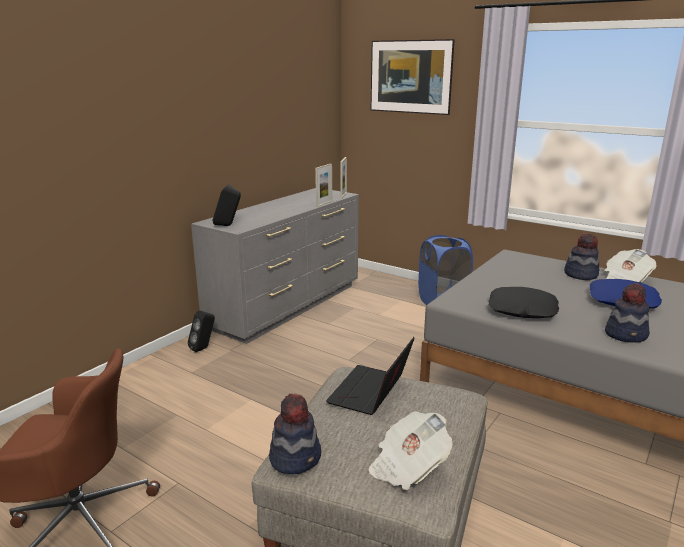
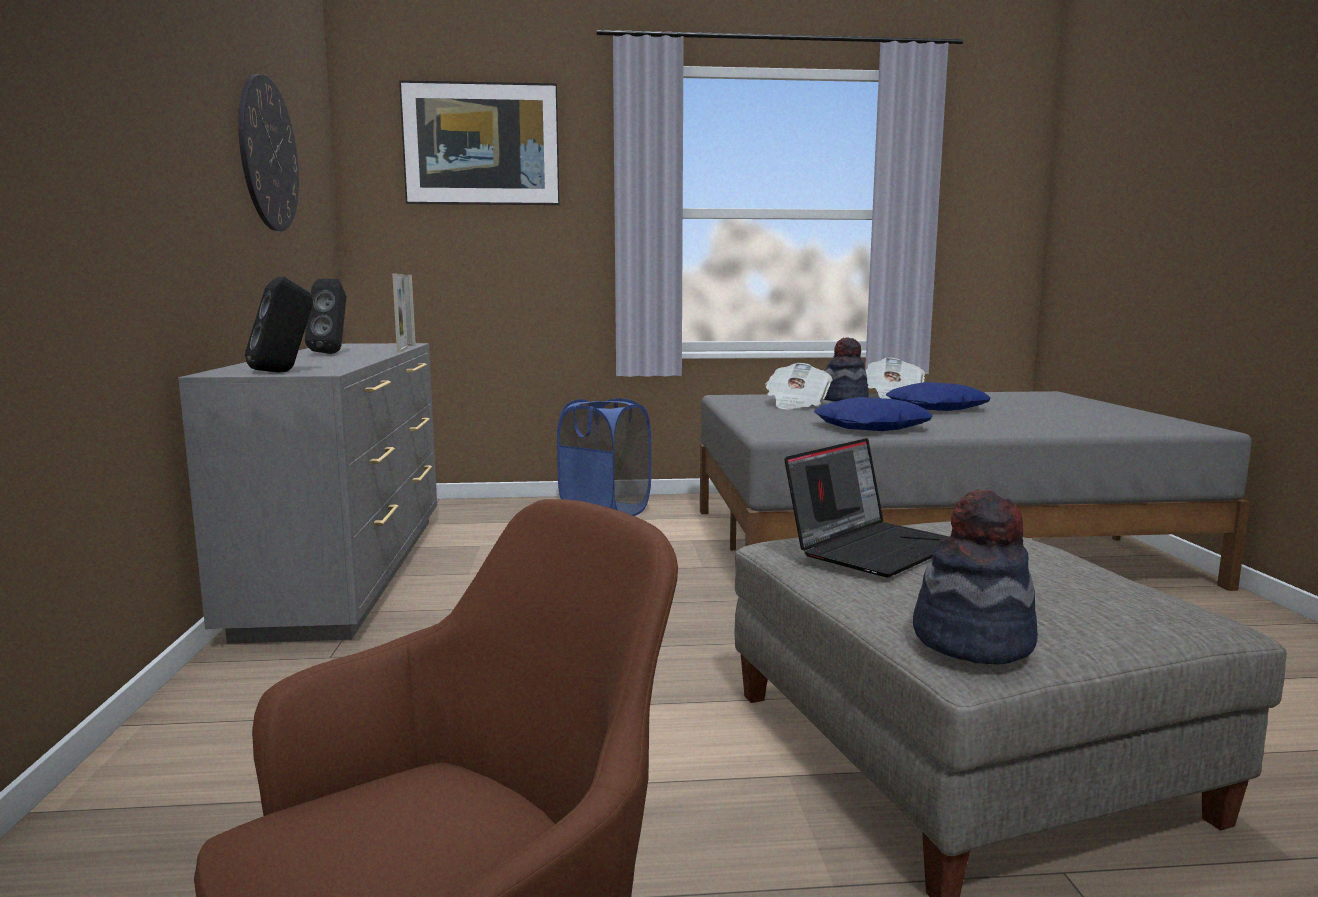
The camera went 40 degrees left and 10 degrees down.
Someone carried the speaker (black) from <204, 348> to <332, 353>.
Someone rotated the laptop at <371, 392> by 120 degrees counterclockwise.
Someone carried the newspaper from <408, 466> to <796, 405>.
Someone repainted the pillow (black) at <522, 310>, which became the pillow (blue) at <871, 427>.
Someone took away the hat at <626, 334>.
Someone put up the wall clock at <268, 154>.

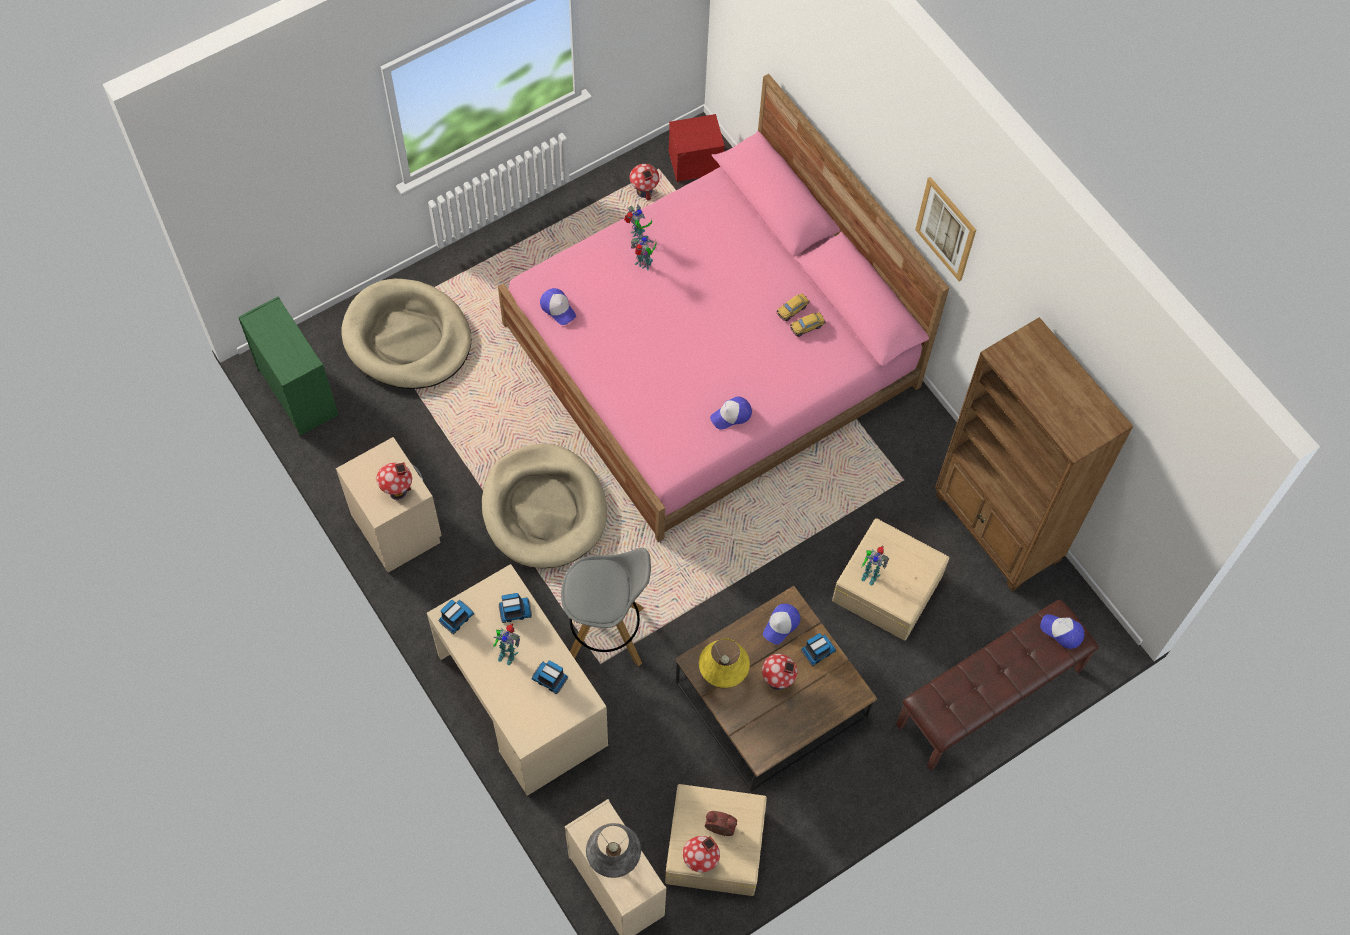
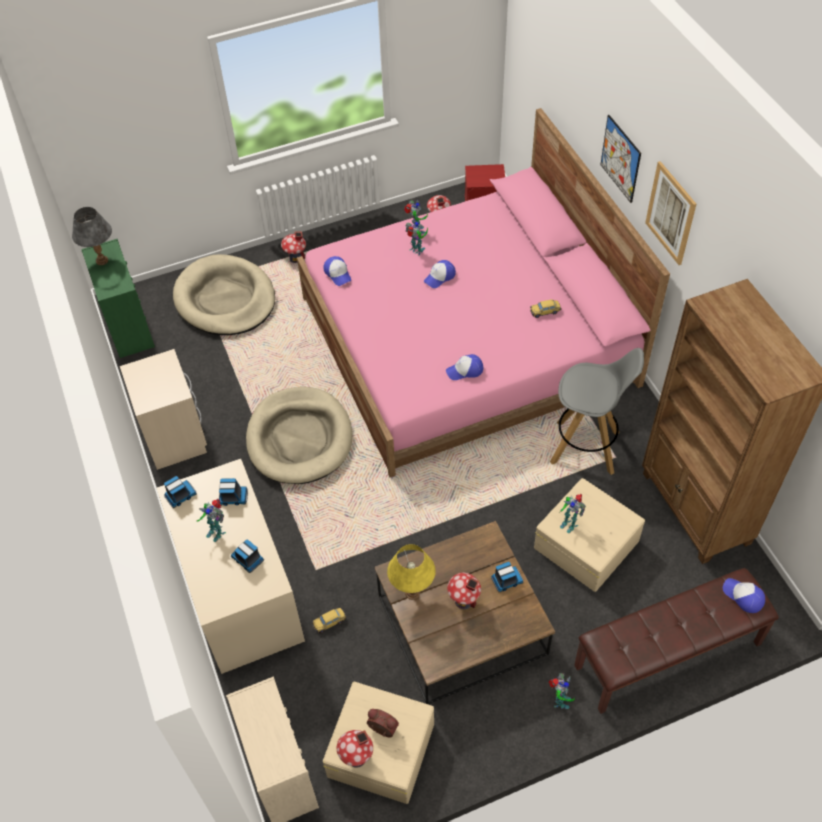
The camera went 15 degrees right and 10 degrees down.
Someone carried the toy house from <397, 491> to <295, 258>.
Someone carried the stool (grey) from <607, 634> to <586, 448>.
Someone carried the table lamp (grey) from <614, 864> to <102, 260>.
Someone carried the cap from <781, 625> to <440, 277>.
Someone carried the toy car from <792, 310> to <329, 622>.
Someone put down the toy robot at <560, 701>.
Someone put up the picture at <620, 158>.

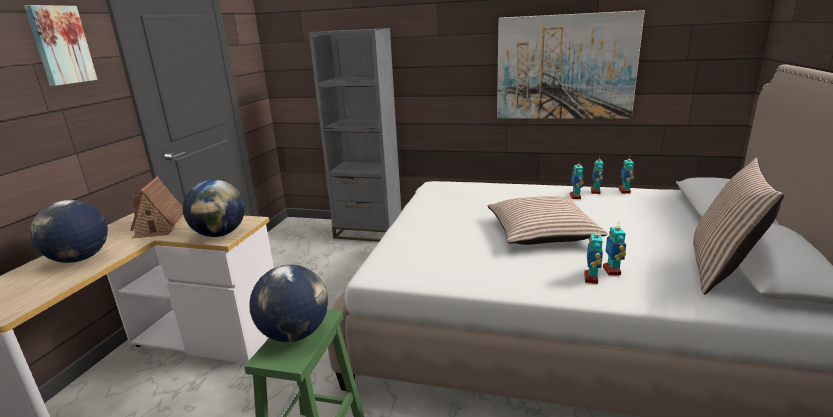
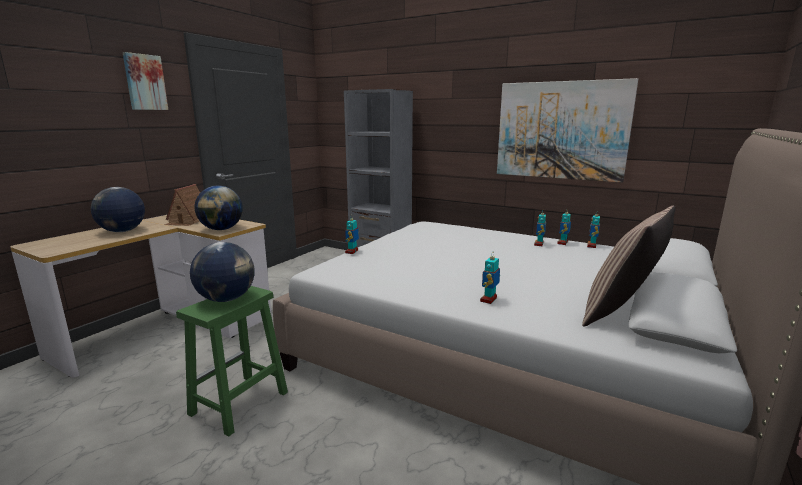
The camera went 15 degrees right and 5 degrees down.
Someone took away the pillow at <541, 232>.
Someone carried the toy robot from <612, 271> to <352, 252>.

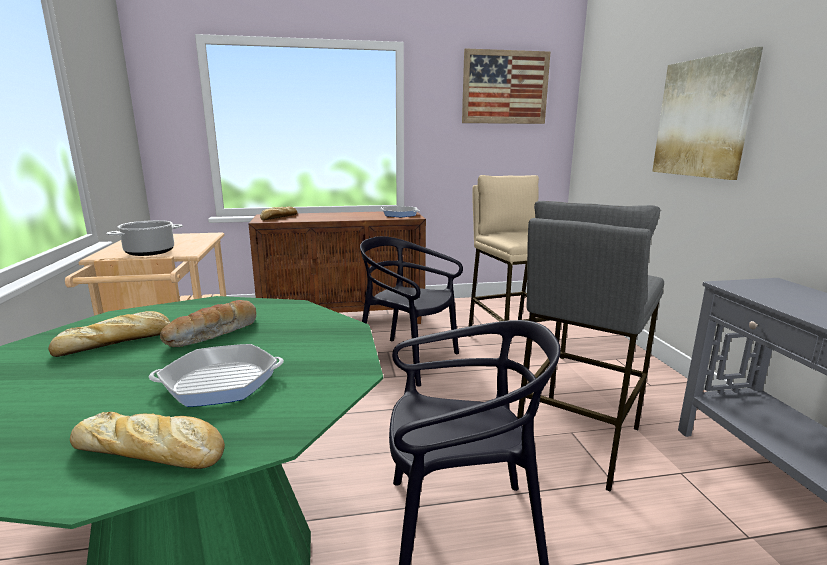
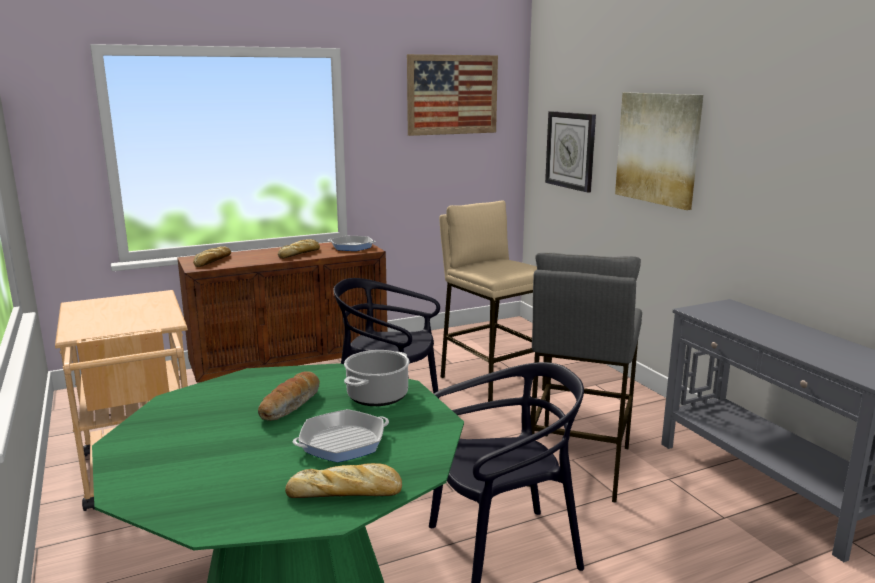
The camera went 15 degrees left and 0 degrees up.
Someone carried the bread from <117, 342> to <300, 253>.
Someone carried the cooking pot from <149, 252> to <377, 396>.
Someone put up the wall clock at <570, 150>.

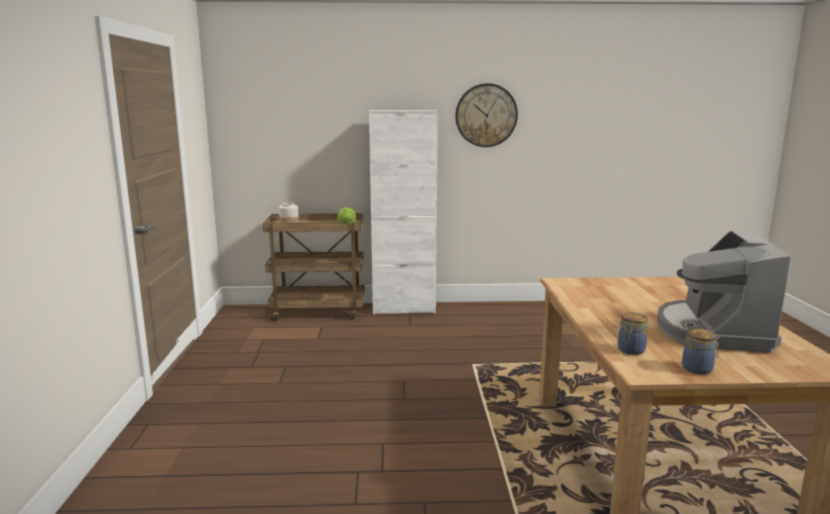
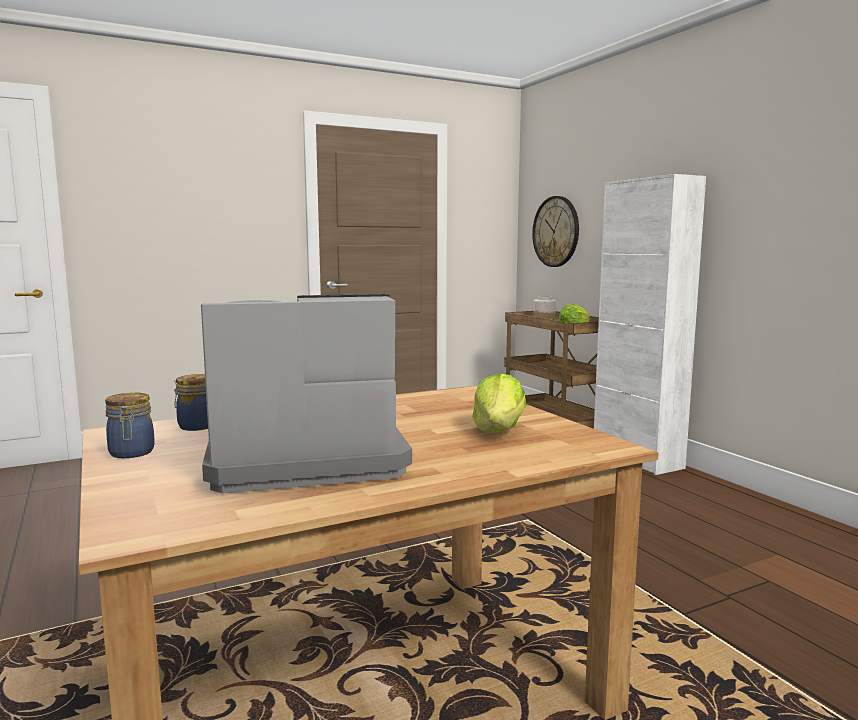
The camera went 65 degrees right and 5 degrees down.
Someone carried the wall clock from <486, 115> to <556, 231>.
Someone put down the lettuce at <498, 431>.

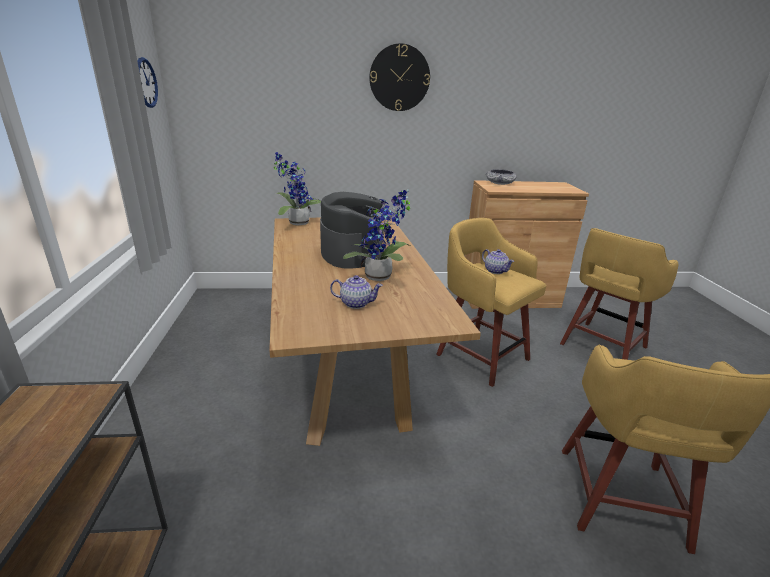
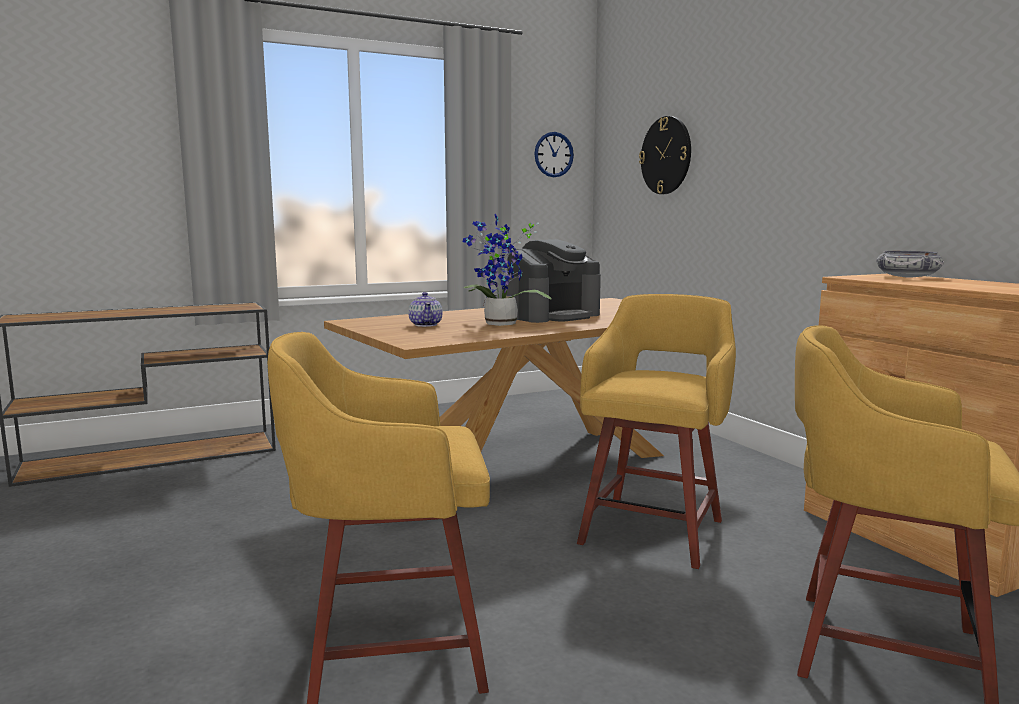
The camera went 70 degrees right and 15 degrees down.
Someone took away the potted plant at <296, 222>.
Someone carried the wall clock from <399, 78> to <666, 155>.
Someone took away the teapot at <495, 271>.

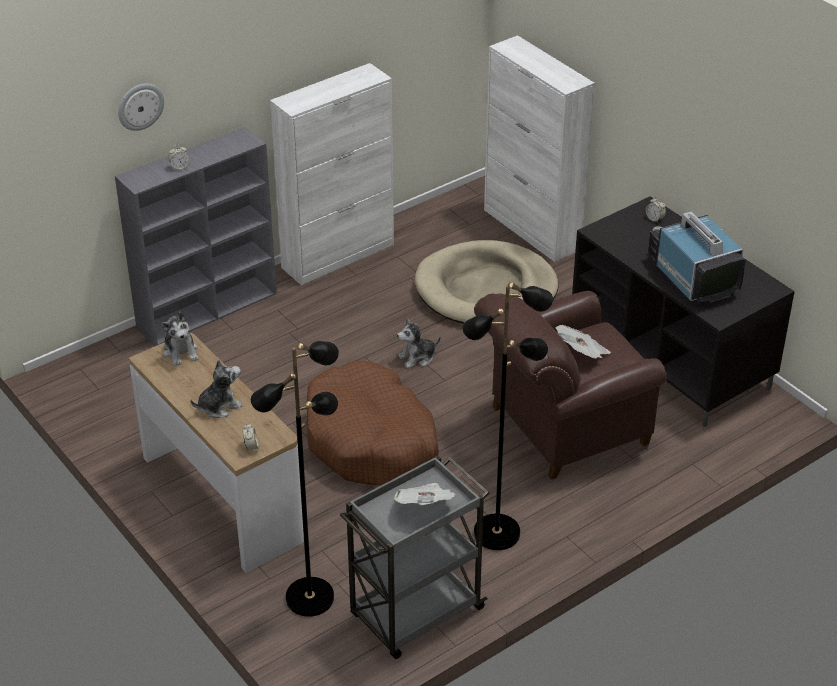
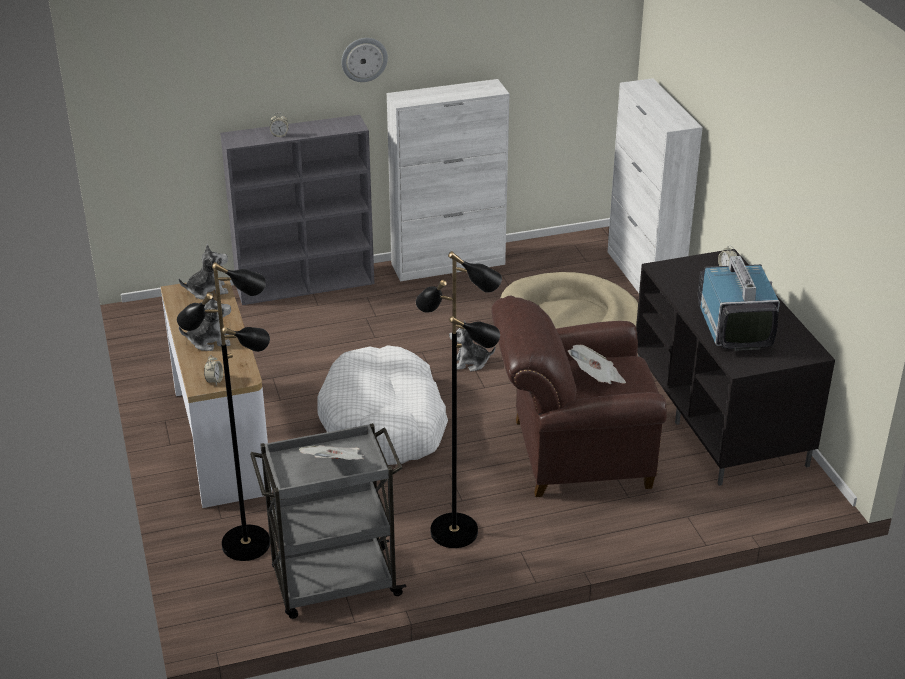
The camera went 20 degrees right and 5 degrees down.
Someone carried the wall clock from <140, 106> to <364, 59>.
Someone rotated the plush toy at <181, 352> by 105 degrees counterclockwise.
Someone repainted the dog bed (brown) at <370, 440>, which became the dog bed (white) at <384, 423>.

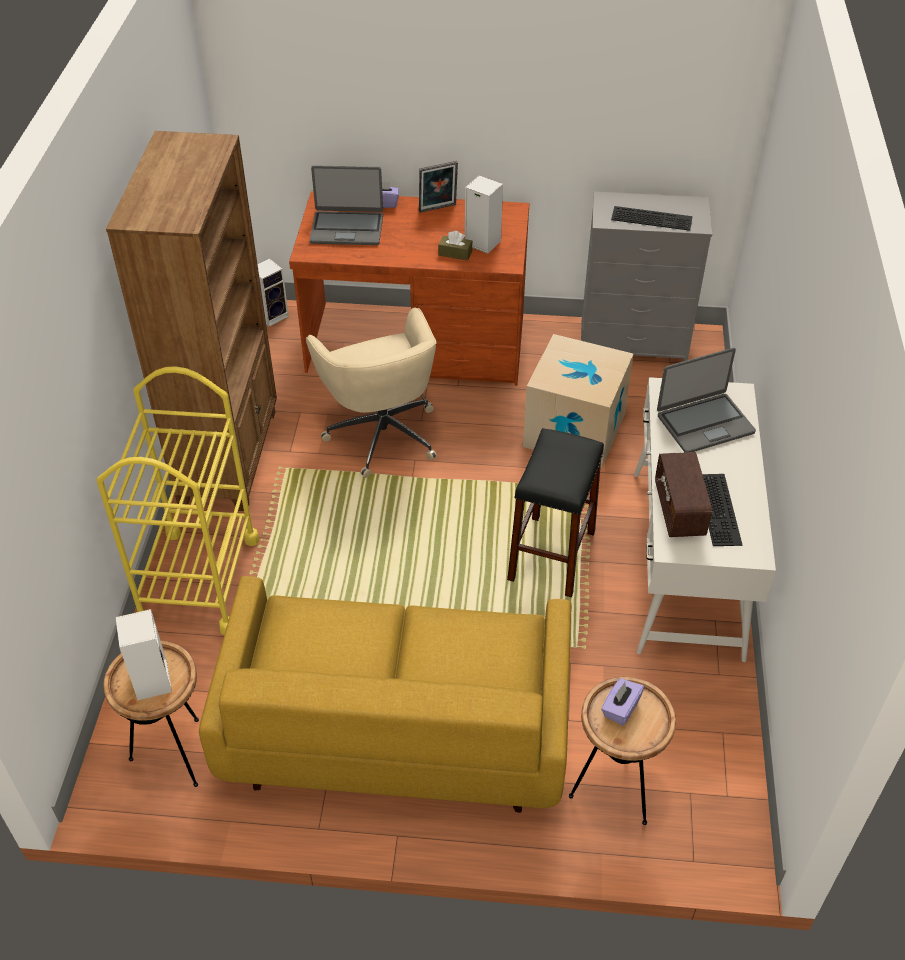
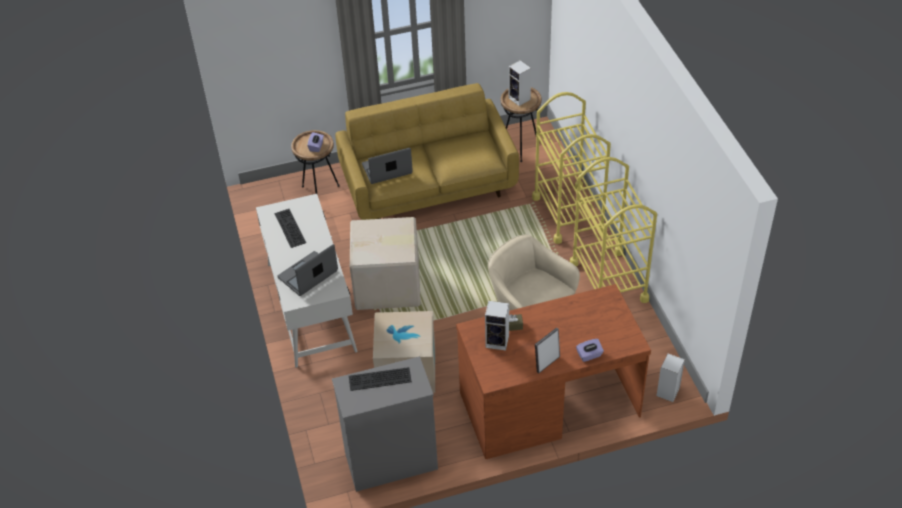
The camera went 160 degrees right and 0 degrees up.
Someone swapped the bookcase (brown) at <230, 456> for the cart (yellow) at <608, 281>.
Someone carried the laptop from <347, 228> to <387, 169>.
Someone swapped the stool (black) at <552, 555> for the cardboard box at <388, 285>.
Someone took away the radio at <679, 510>.

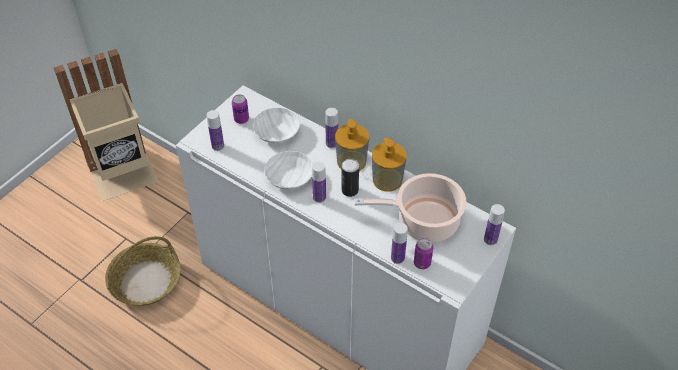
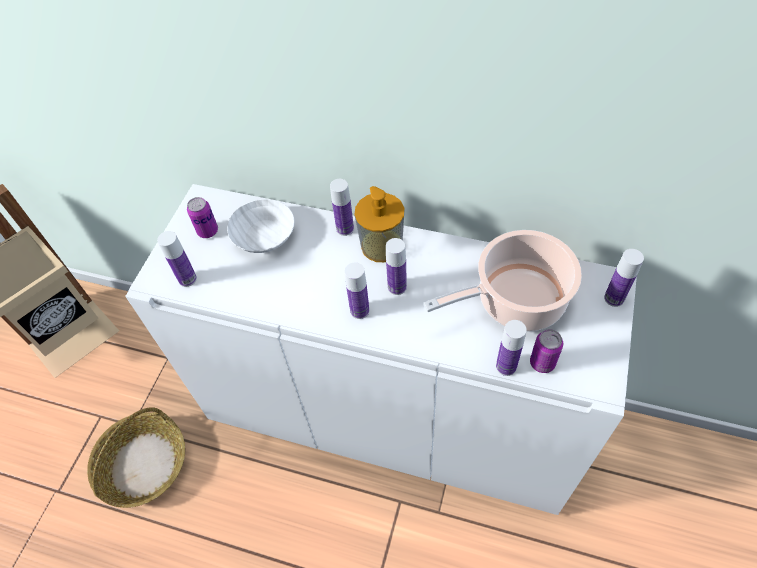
The camera went 15 degrees left and 5 degrees up.
Someone took away the bowl (white) at <290, 176>.
Someone swapped the can at <350, 190> for the bottle at <397, 287>.
Someone took away the soap dispenser at <387, 180>.

